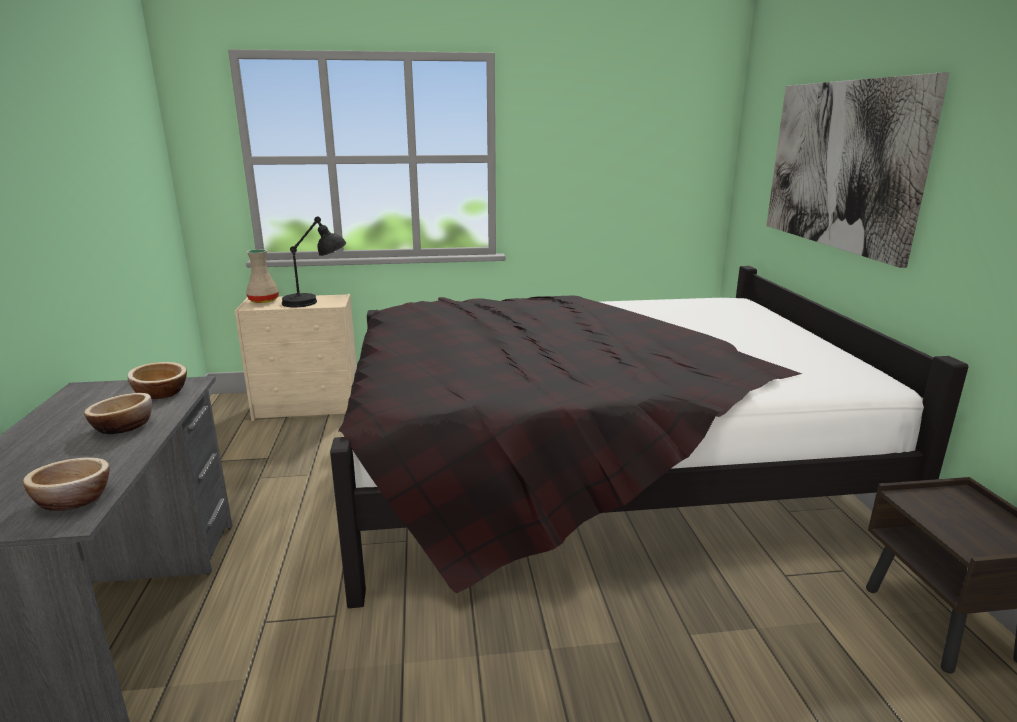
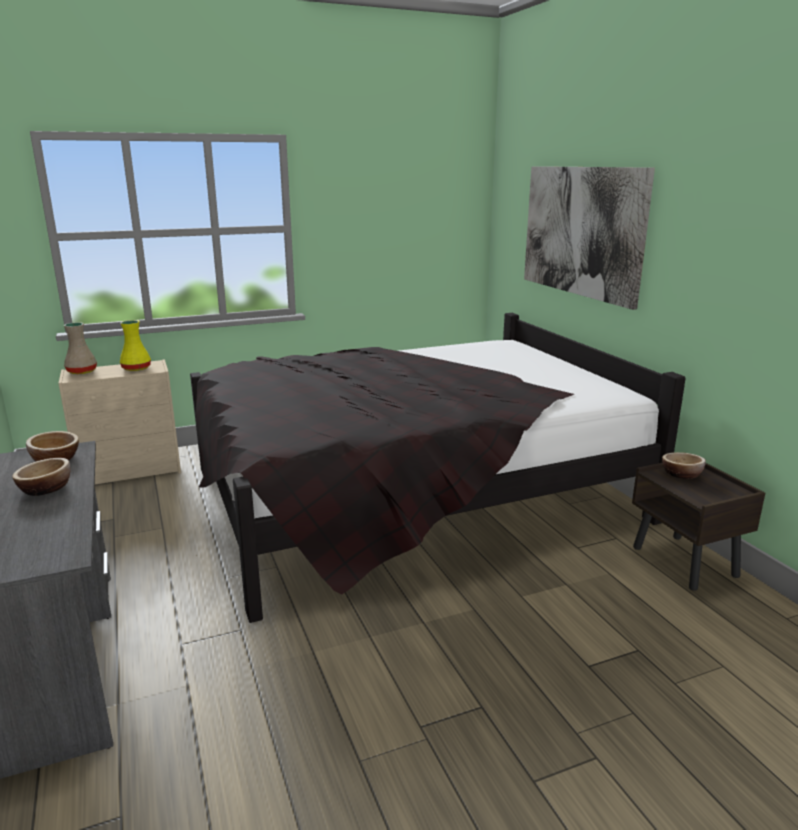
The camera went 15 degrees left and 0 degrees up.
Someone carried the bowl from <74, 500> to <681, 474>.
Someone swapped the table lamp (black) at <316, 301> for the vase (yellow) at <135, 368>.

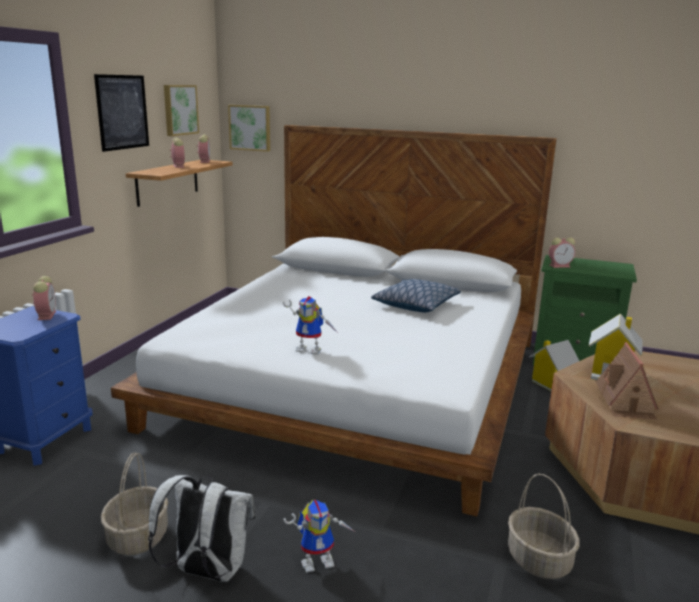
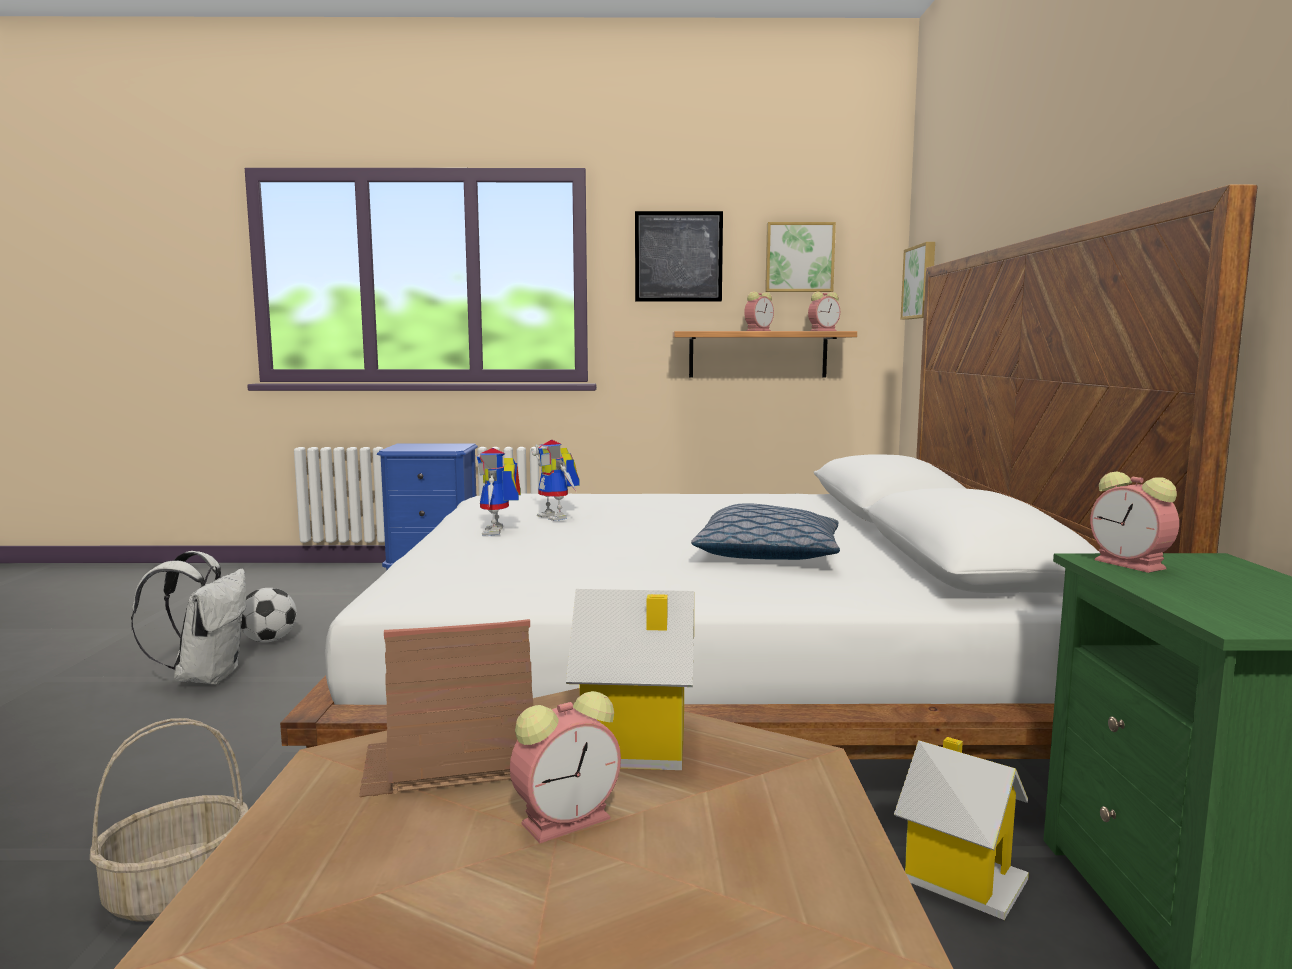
The camera went 70 degrees right and 10 degrees down.
Someone carried the alarm clock from <46, 315> to <569, 819>.
Someone swapped the basket at <137, 537> for the football at <269, 640>.
Someone carried the toy robot from <319, 560> to <558, 517>.

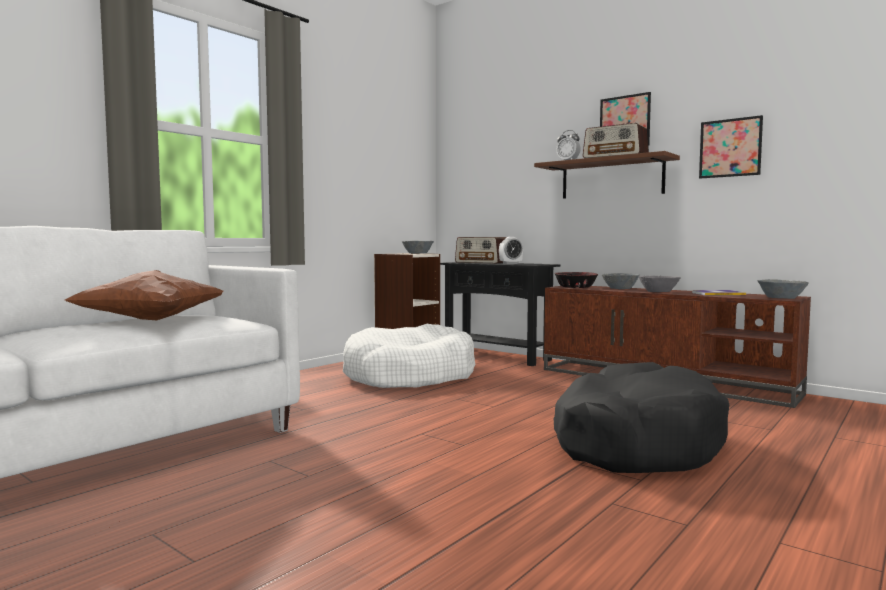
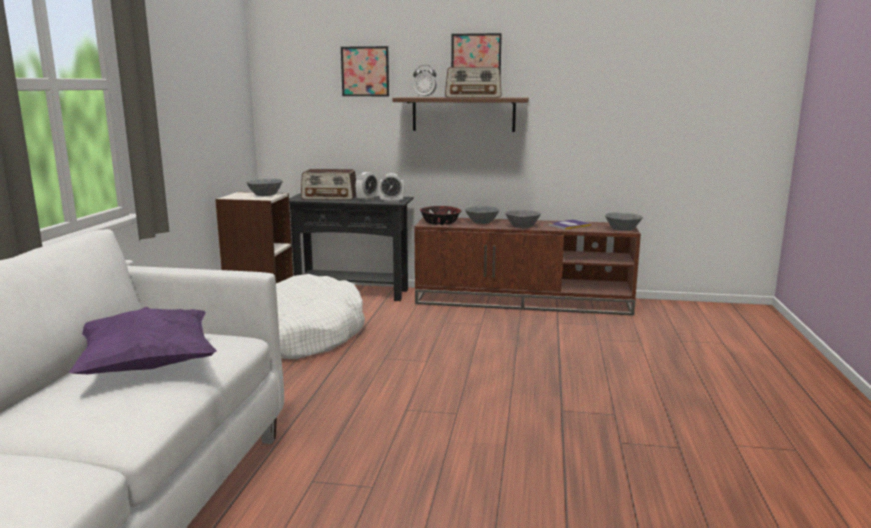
The camera went 30 degrees left and 10 degrees up.
Someone repainted the pillow (brown) at <150, 320>, which became the pillow (purple) at <148, 366>.
Someone took away the dog bed (black) at <634, 441>.
Someone carried the picture from <730, 148> to <365, 71>.
Someone put down the alarm clock at <391, 201>.

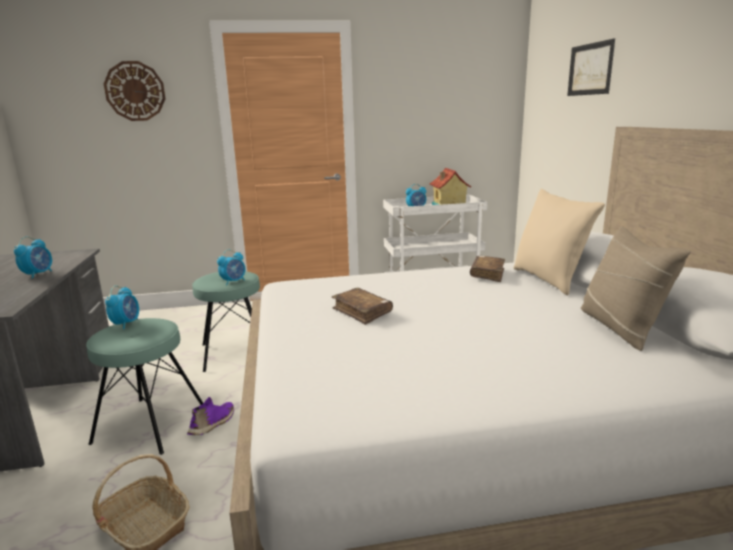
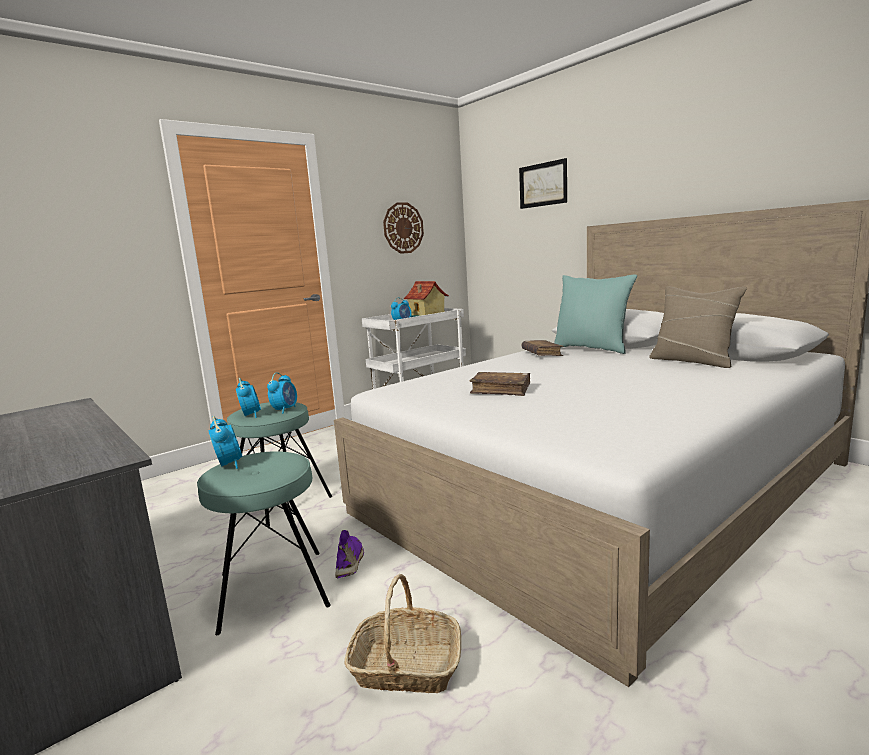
The camera went 30 degrees left and 5 degrees down.
Someone carried the alarm clock from <38, 274> to <250, 415>.
Someone carried the wall clock from <135, 91> to <403, 228>.
Someone repainted the pillow (beige) at <549, 280>, which became the pillow (turquoise) at <592, 349>.

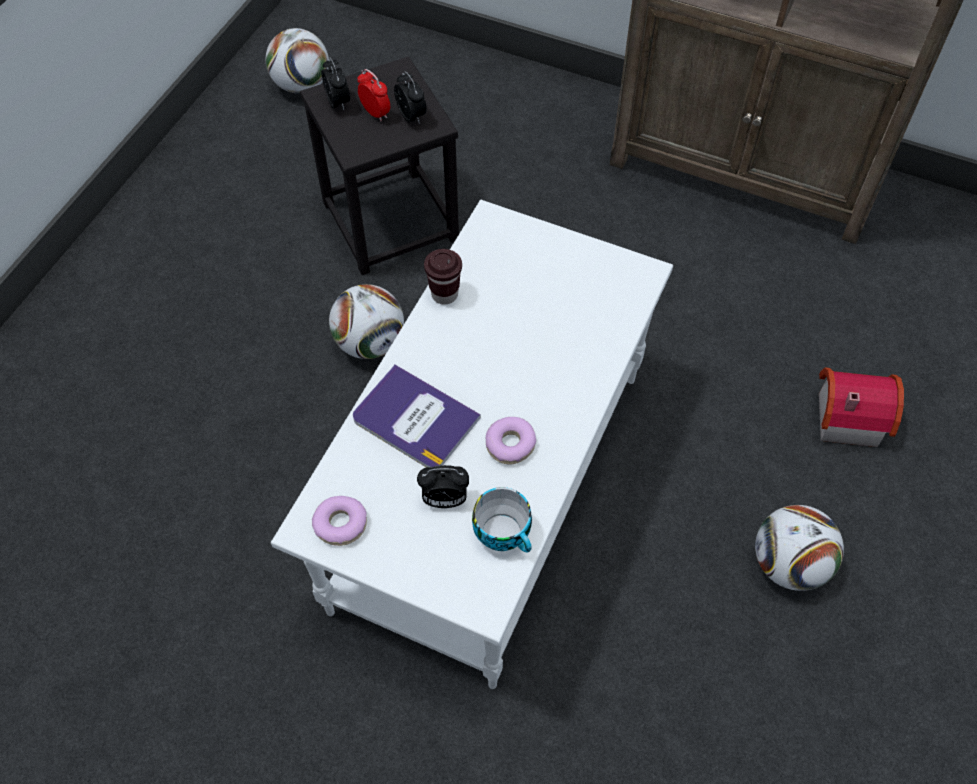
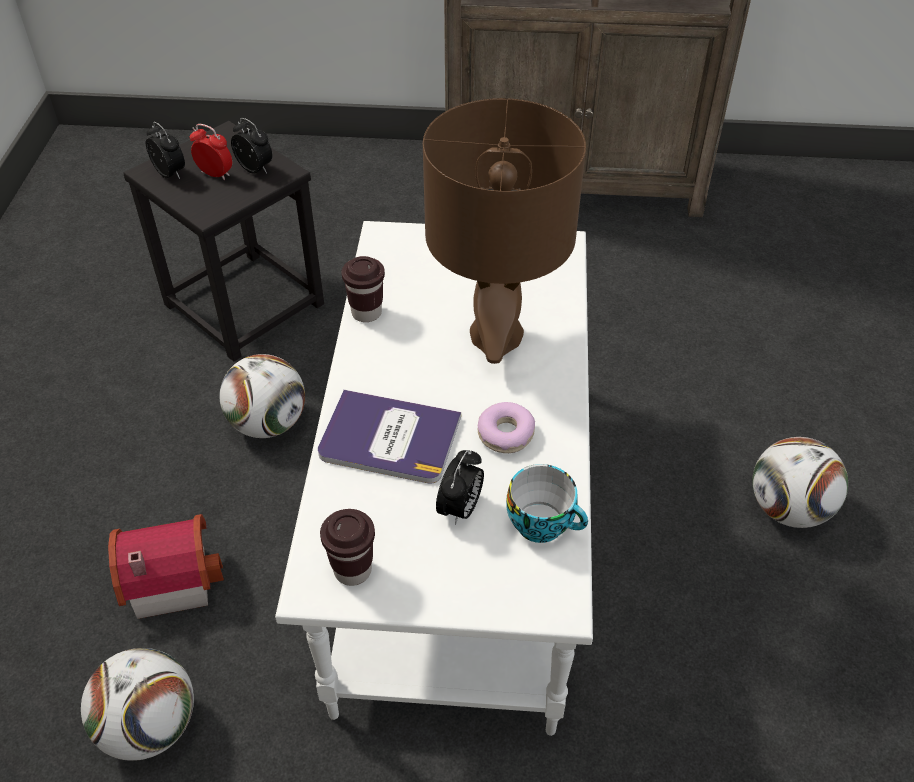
The camera went 20 degrees left and 10 degrees down.
Someone carried the football from <301, 85> to <149, 726>.
Someone swapped the donut at <340, 524> for the cup (brown) at <352, 570>.
Someone rotated the alarm clock at <444, 500> by 45 degrees counterclockwise.
Someone carried the toy house from <845, 415> to <169, 578>.
Someone put down the table lamp (brown) at <496, 336>.

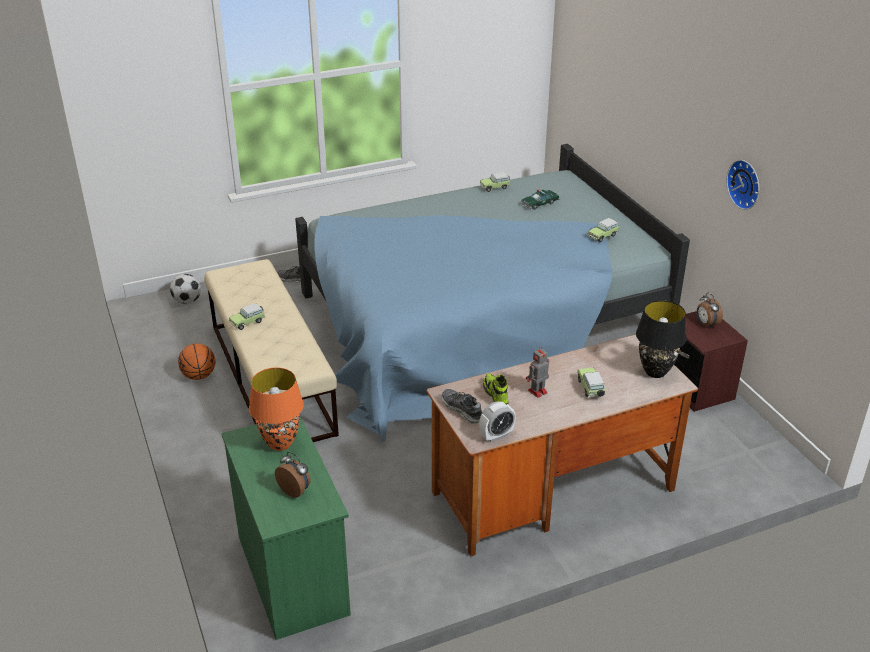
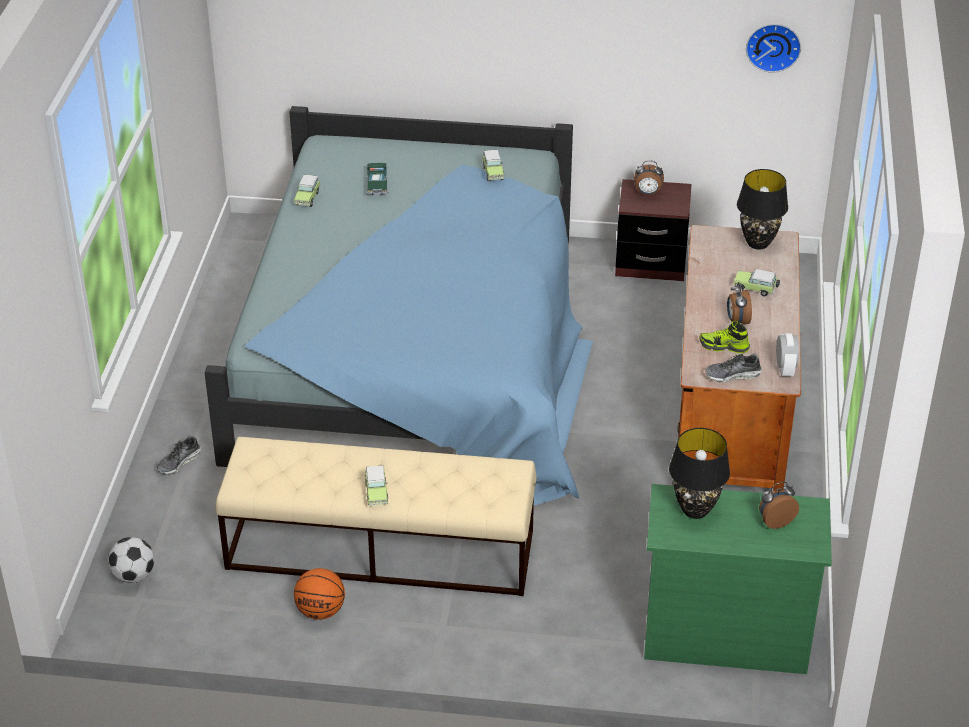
The camera went 60 degrees left and 5 degrees up.
Someone repainted the table lamp (orange) at <280, 443>, which became the table lamp (black) at <694, 510>.
Someone swapped the toy robot at <536, 392> for the alarm clock at <737, 321>.
Someone carried the wall clock from <746, 184> to <773, 46>.

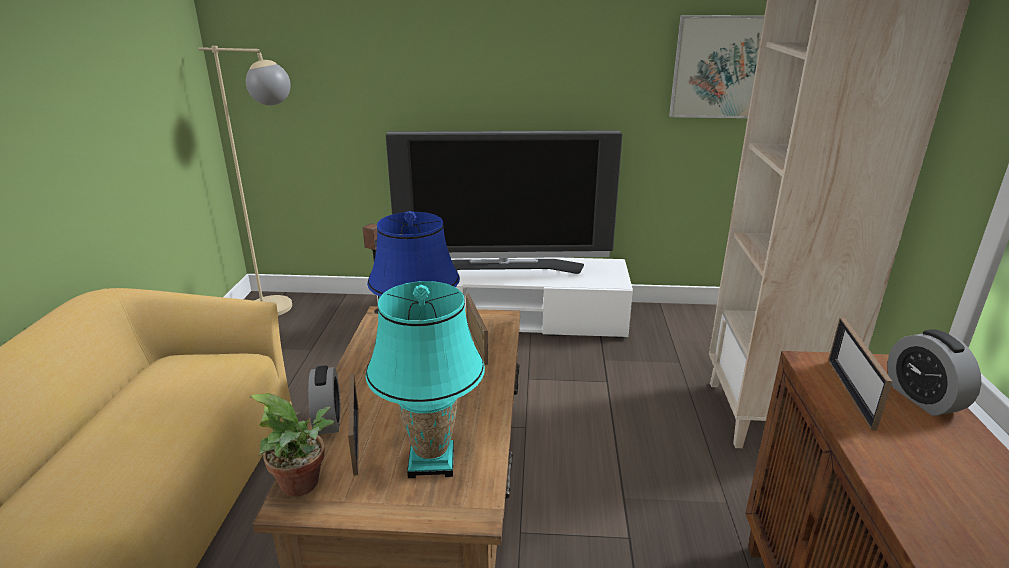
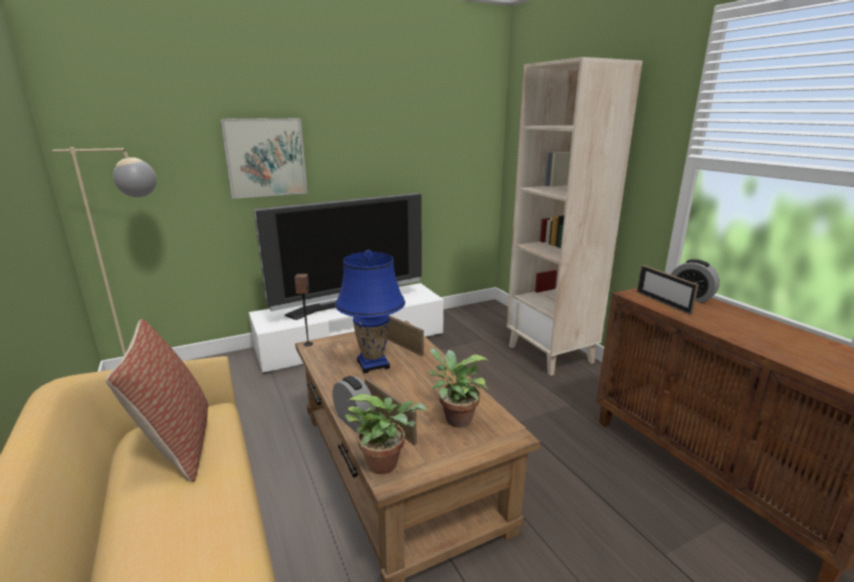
The camera went 30 degrees left and 5 degrees down.
Someone swapped the table lamp (turquoise) at <432, 461> for the potted plant at <455, 419>.
Someone carried the picture from <723, 67> to <265, 157>.
Someone put down the pillow at <177, 444>.

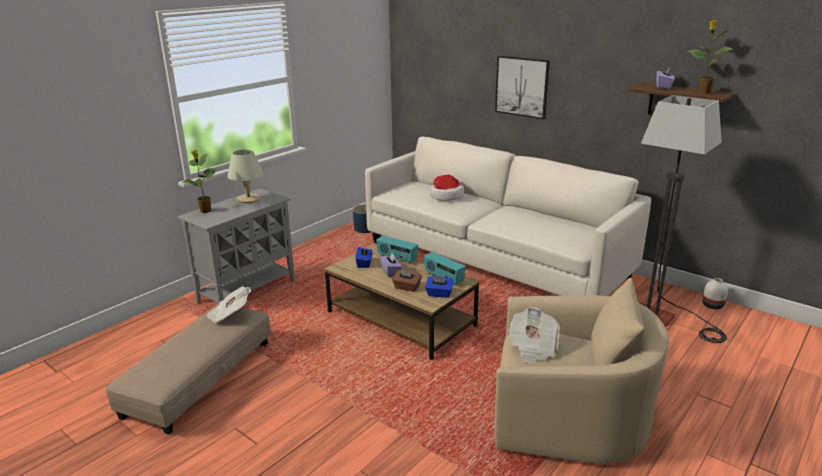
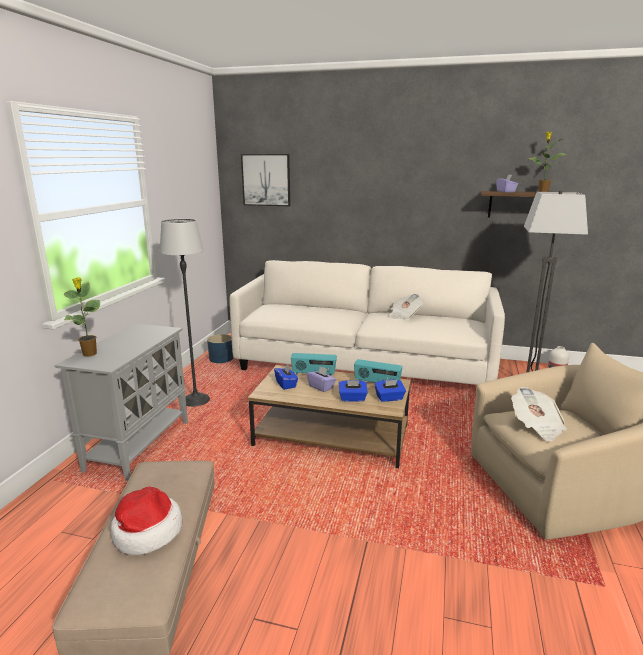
The camera went 25 degrees left and 5 degrees down.
Someone carried the newspaper from <229, 315> to <404, 315>.
Someone took away the table lamp (beige) at <248, 199>.
Someone repainted the tissue box (brown) at <406, 287>, which became the tissue box (blue) at <352, 398>.
Someone carried the hat from <446, 196> to <146, 532>.
Someone carried the picture from <522, 86> to <266, 180>.
Someone put down the floor lamp at <196, 400>.

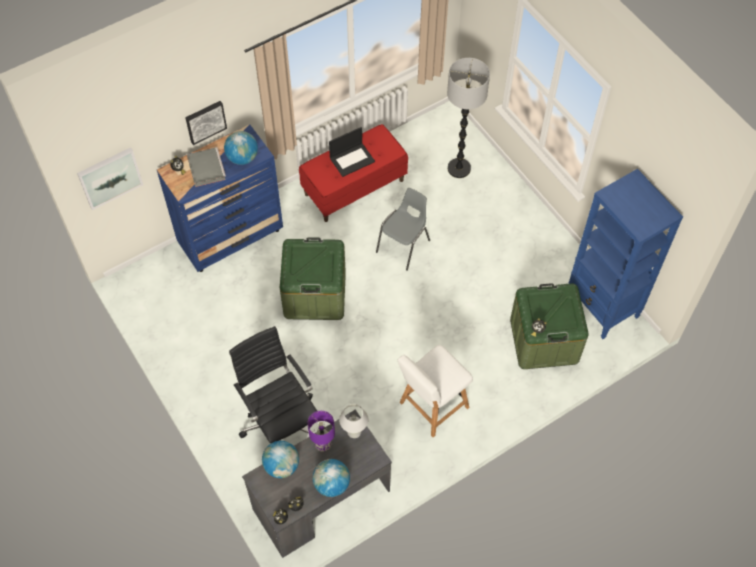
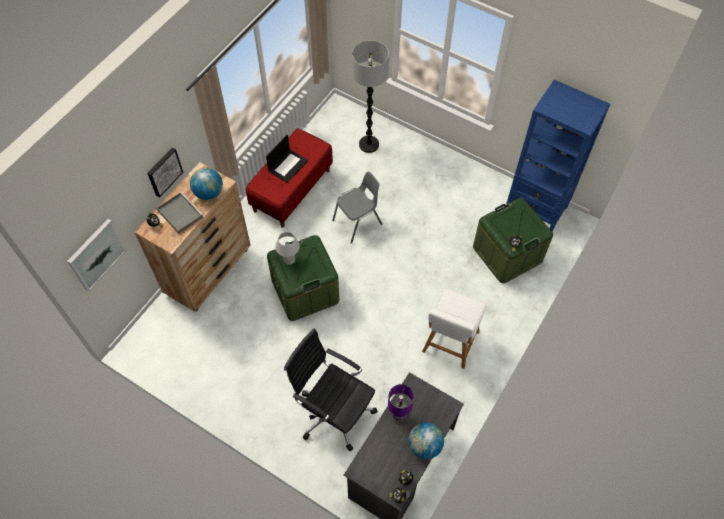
The camera went 25 degrees left and 0 degrees up.
Someone repainted the dresser (blue) at <231, 237>, which became the dresser (brown) at <209, 271>.
Someone took away the globe at <282, 466>.
Someone carried the table lamp (white) from <354, 432> to <289, 260>.
Someone rotated the chair (grey) at <404, 246> by 45 degrees clockwise.

